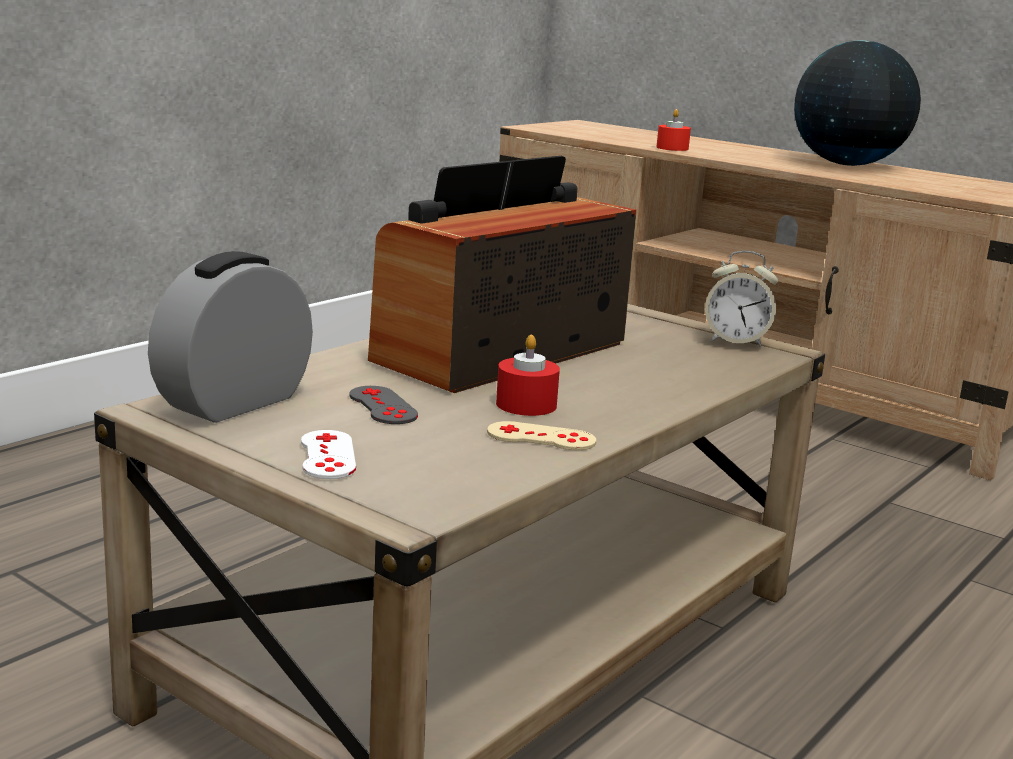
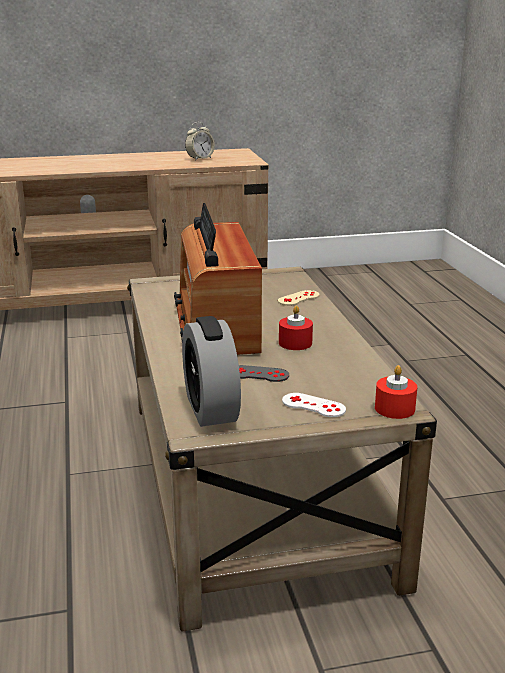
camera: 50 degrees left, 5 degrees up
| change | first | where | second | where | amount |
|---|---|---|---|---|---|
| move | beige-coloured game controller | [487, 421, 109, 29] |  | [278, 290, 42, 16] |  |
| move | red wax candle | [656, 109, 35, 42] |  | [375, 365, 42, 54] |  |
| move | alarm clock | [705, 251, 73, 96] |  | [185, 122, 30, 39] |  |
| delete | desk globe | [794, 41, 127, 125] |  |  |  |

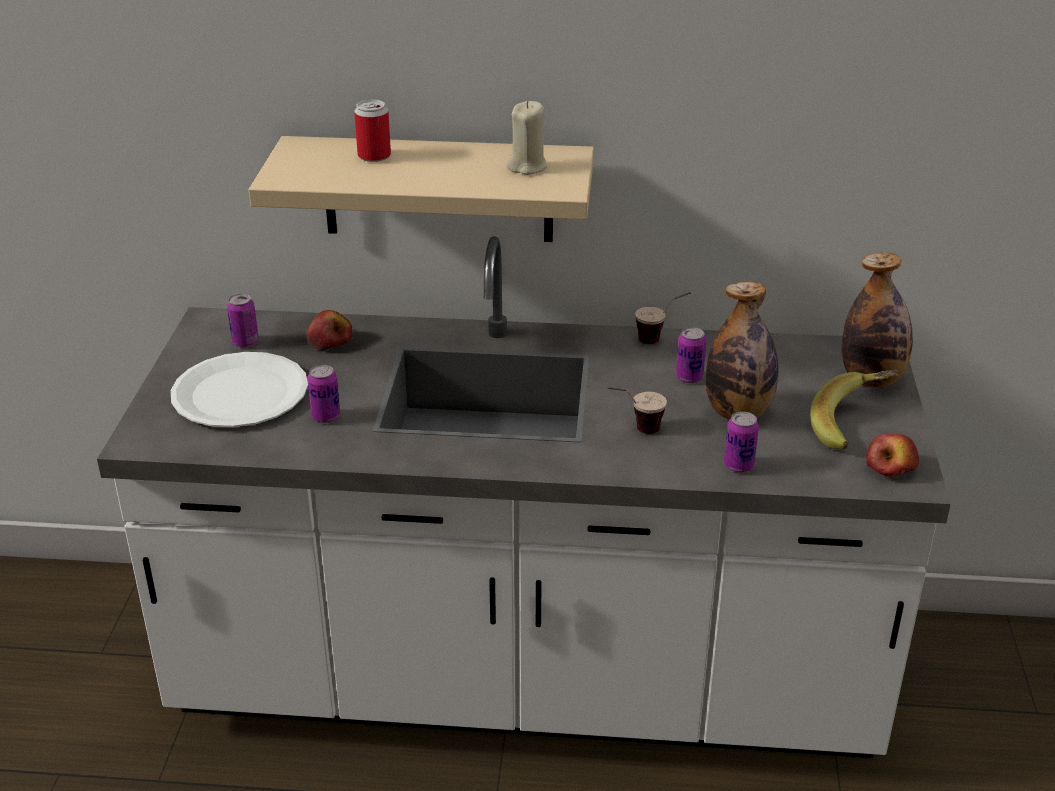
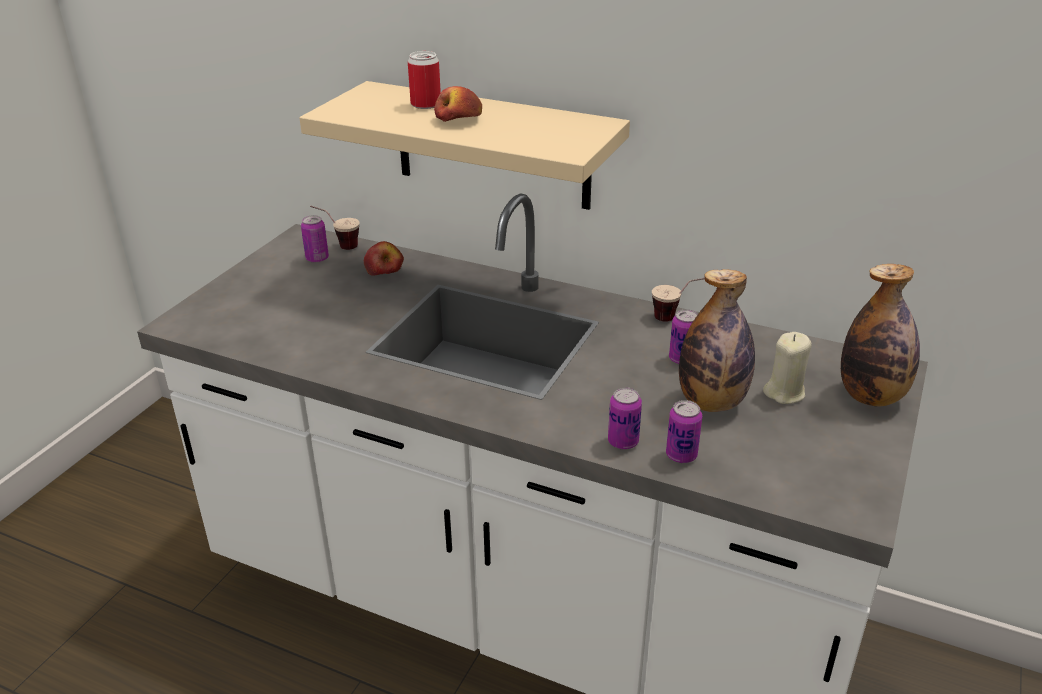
camera: 20 degrees right, 0 degrees up
| change | first | where | second | where | amount |
|---|---|---|---|---|---|
| delete | whitish dinner plate | [171, 352, 137, 75] |  |  |  |
| move | can | [307, 365, 33, 58] |  | [608, 387, 34, 63] |  |
| move | beige-coloured wax candle | [507, 101, 41, 74] |  | [763, 332, 49, 72] |  |
| move | small cup | [608, 387, 59, 47] |  | [310, 206, 49, 44] |  |
| delete | banana | [810, 370, 89, 79] |  |  |  |
| move | whole apple | [866, 434, 53, 44] |  | [434, 86, 48, 36] |  |

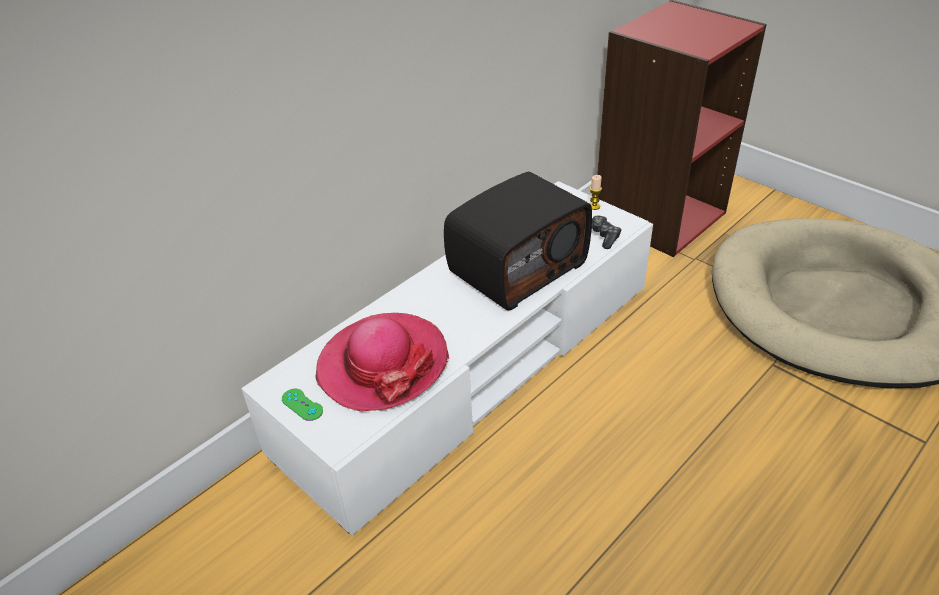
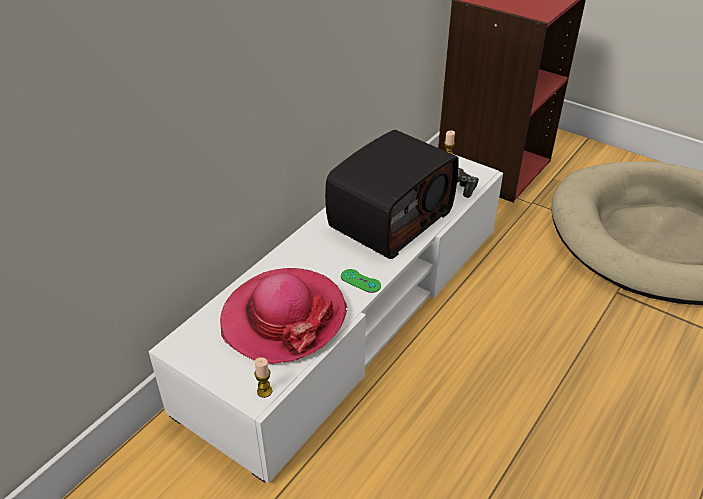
camera: 10 degrees left, 0 degrees up
| change | first | where | second | where | amount |
|---|---|---|---|---|---|
| move | greenish game controller | [282, 389, 41, 32] |  | [341, 269, 40, 24] |  |
| insert |  |  | wax candle | [254, 357, 18, 41] |  |

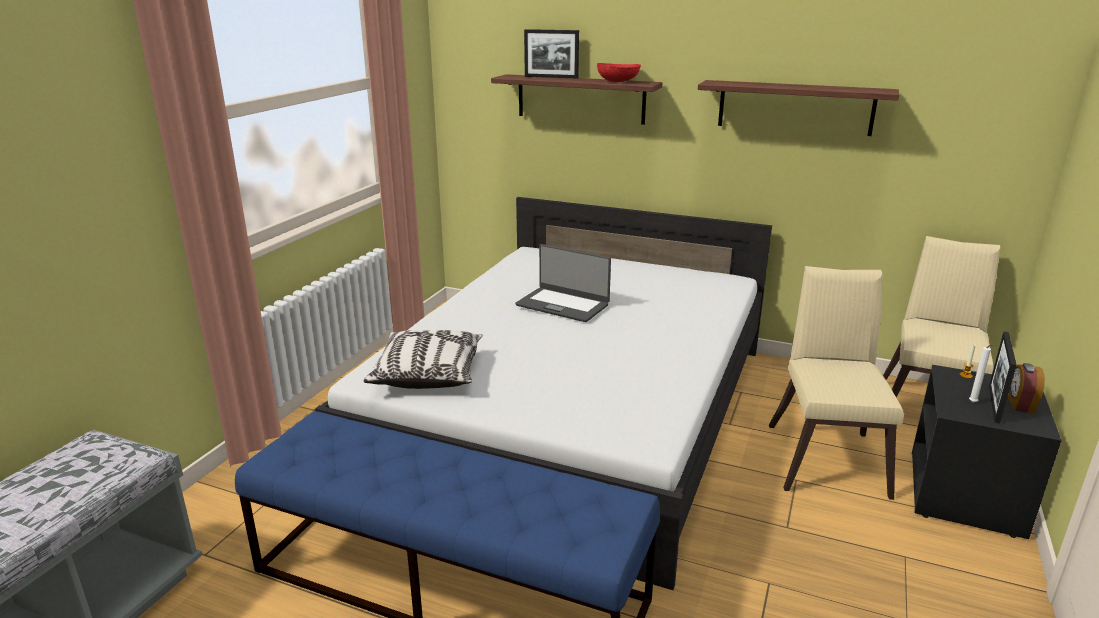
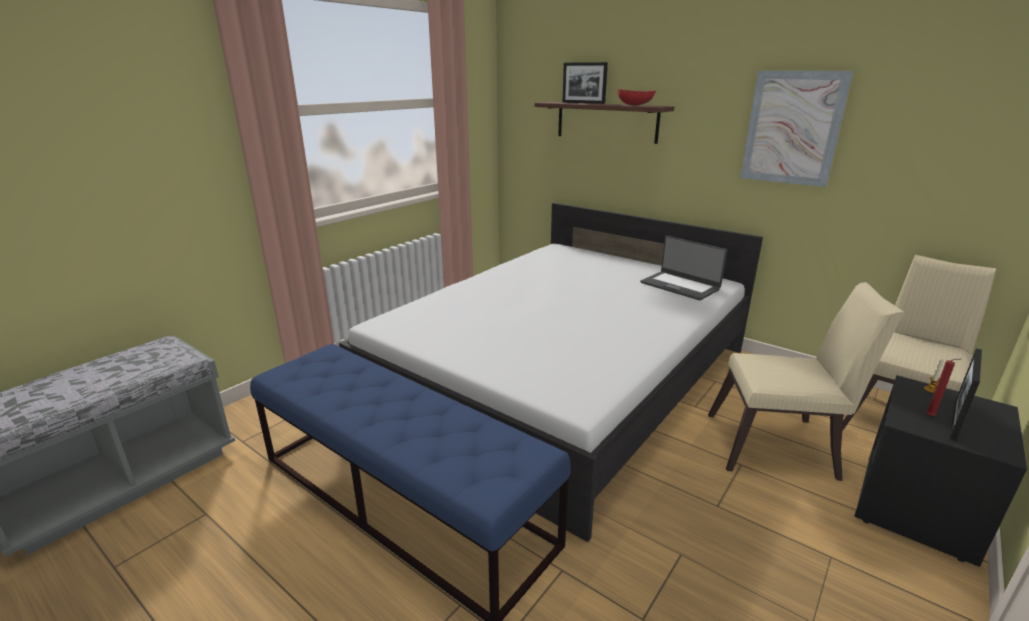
camera: 15 degrees right, 0 degrees up
| change | first | where | second | where | amount |
|---|---|---|---|---|---|
| delete | throw pillow | [364, 330, 119, 59] |  |  |  |
| move | notebook computer | [515, 244, 96, 78] |  | [641, 236, 86, 65] |  |
| replace | bracket shelf | [698, 80, 201, 56] | wall art | [740, 71, 113, 116] |  |
| rotate | beige-coloured chair | [769, 266, 135, 234] |  | [708, 282, 197, 199] | 75 degrees clockwise |
| recolor | whitish wax candle | [969, 344, 28, 58] | red wax candle | [926, 359, 34, 57] |  |
| delete | alarm clock | [1008, 363, 37, 51] |  |  |  |

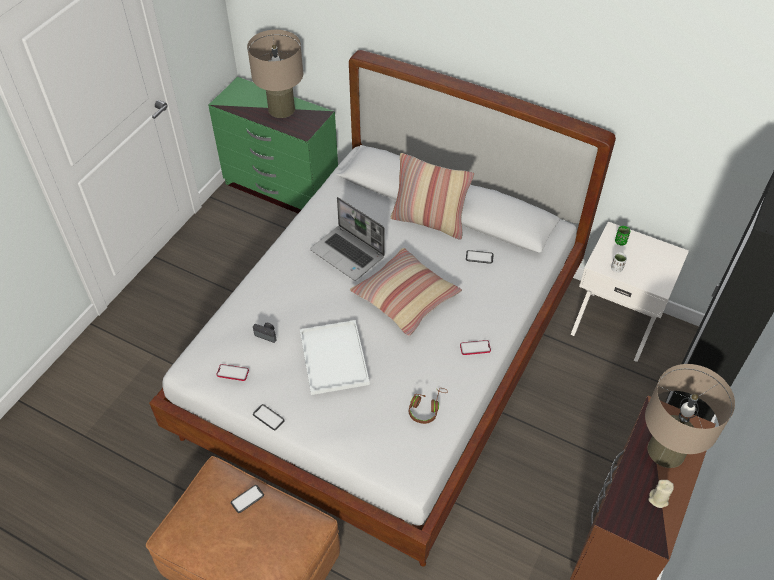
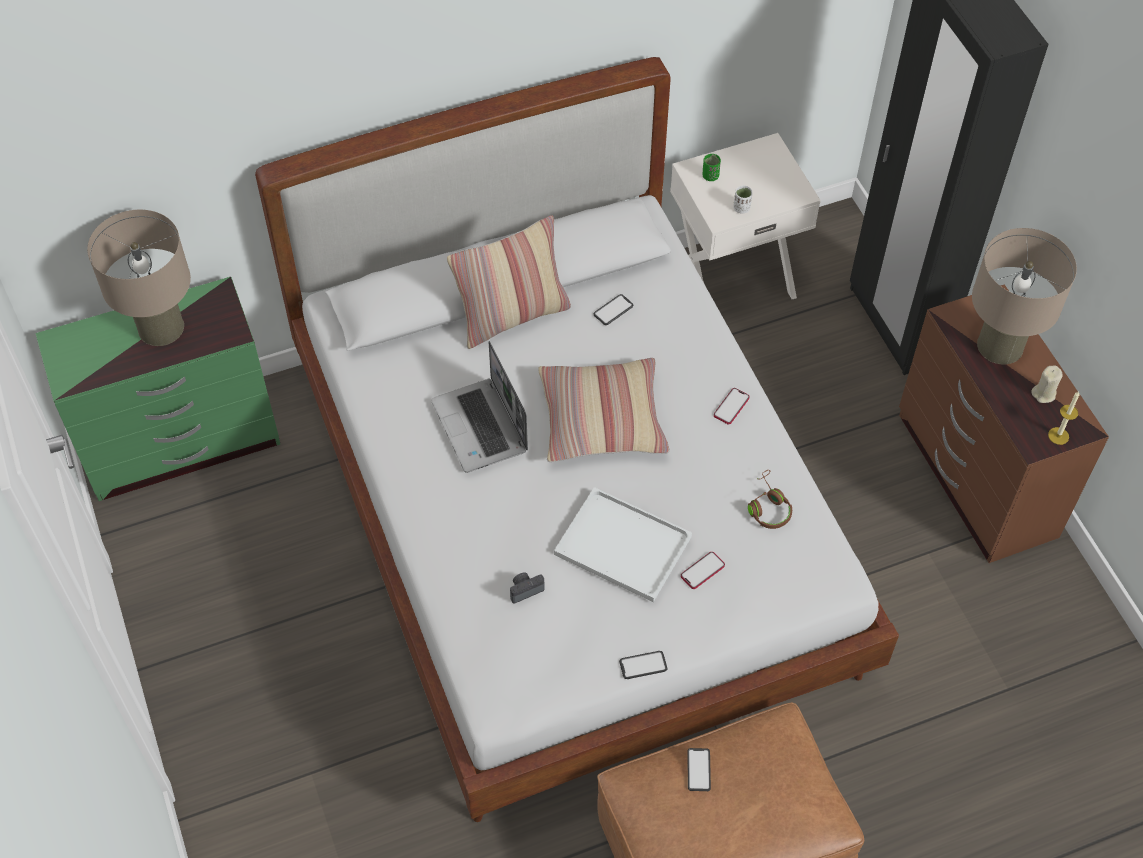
camera: 50 degrees left, 5 degrees up
| change | first | where | second | where | amount |
|---|---|---|---|---|---|
| move | phone | [216, 364, 33, 17] |  | [681, 552, 44, 37] |  |
| rotate | notebook computer | [310, 197, 75, 84] |  | [431, 341, 97, 132] | 75 degrees clockwise |
| insert |  |  | wax candle | [1048, 391, 31, 54] |  |

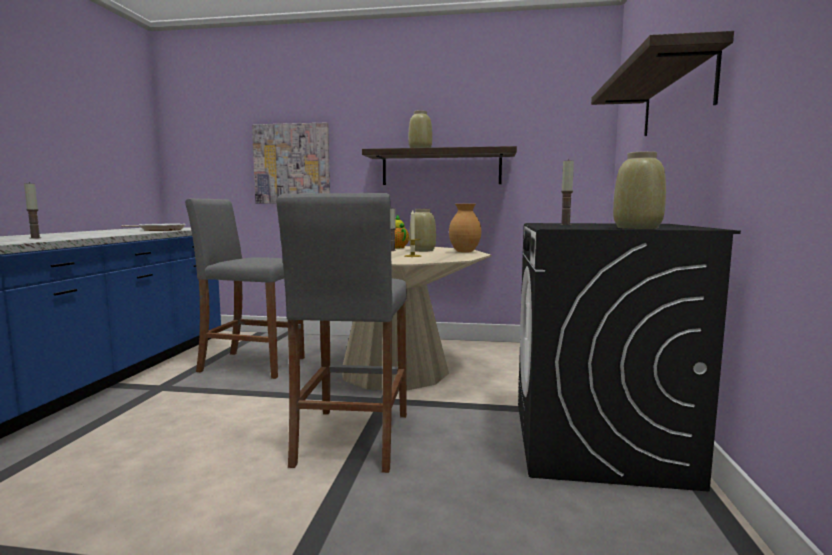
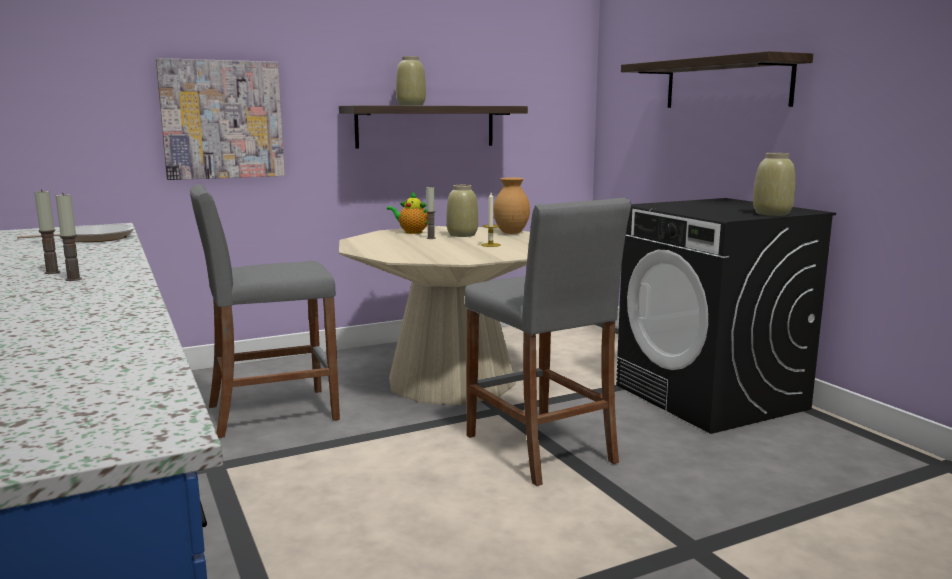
camera: 35 degrees left, 5 degrees up
| change | first | where | second | where | amount |
|---|---|---|---|---|---|
| move | wax candle | [560, 159, 14, 66] |  | [34, 189, 26, 85] |  |

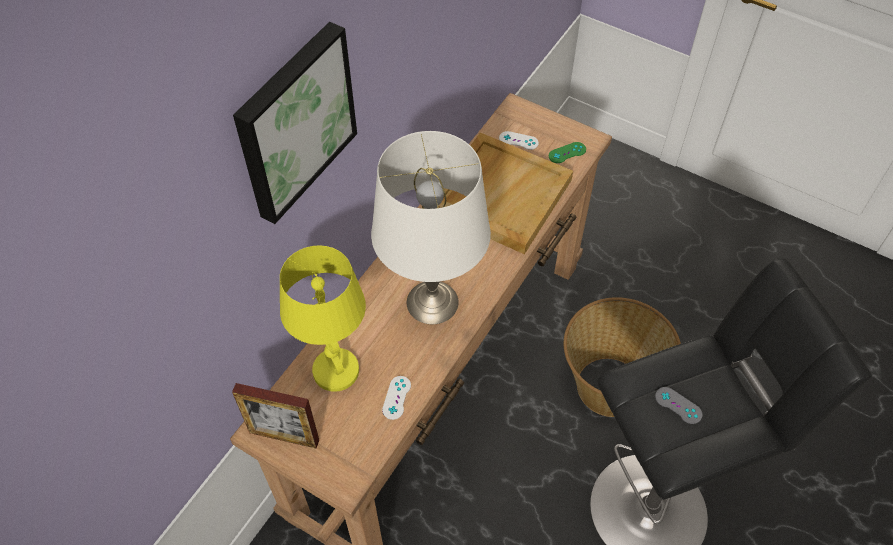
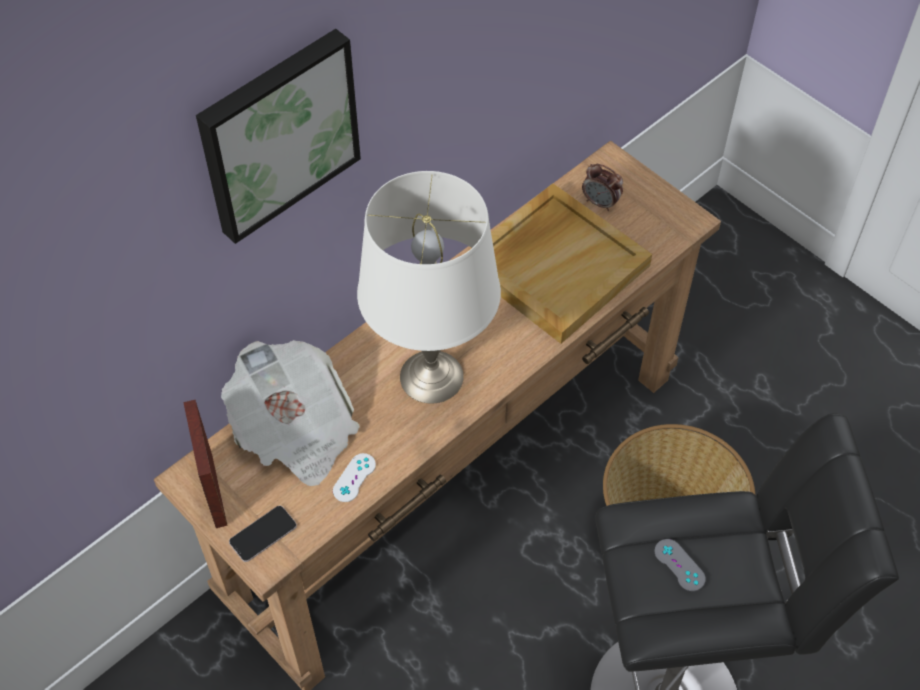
camera: 15 degrees right, 0 degrees up
| change | first | where | second | where | amount |
|---|---|---|---|---|---|
| rotate | standing frame | [232, 383, 87, 65] |  | [183, 400, 45, 128] | 45 degrees clockwise |
| replace | yellowish tabletop lamp | [280, 245, 86, 147] | daily paper | [221, 340, 139, 146] |  |
| replace | whitish game controller | [499, 131, 40, 19] | alarm clock | [582, 164, 41, 47] |  |
| delete | greenish game controller | [549, 142, 37, 21] |  |  |  |
| insert |  |  | phone | [229, 506, 68, 56] |  |

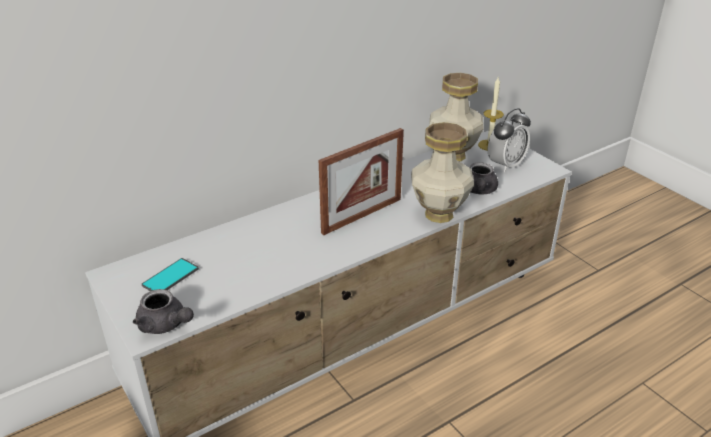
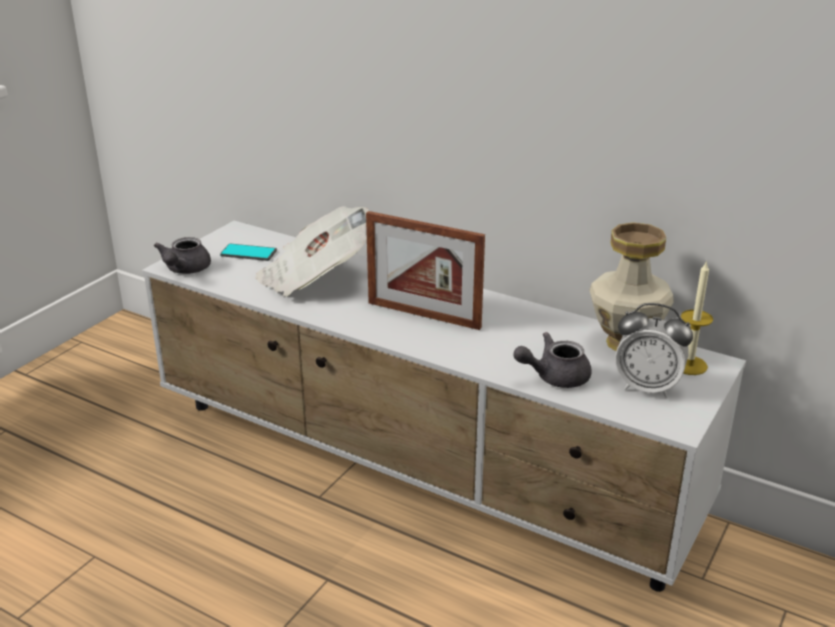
camera: 65 degrees right, 5 degrees down
| change | first | where | second | where | amount |
|---|---|---|---|---|---|
| delete | vase | [411, 122, 63, 101] |  |  |  |
| insert |  |  | daily paper | [255, 206, 114, 91] |  |

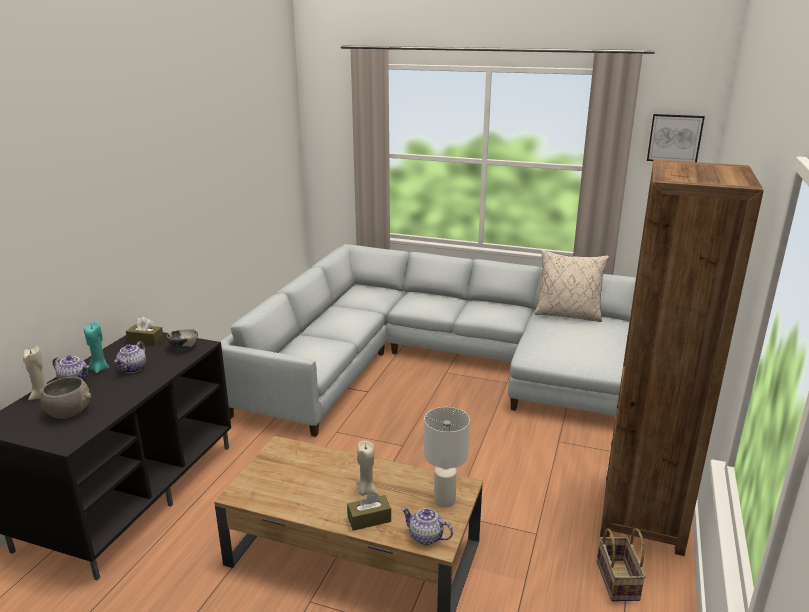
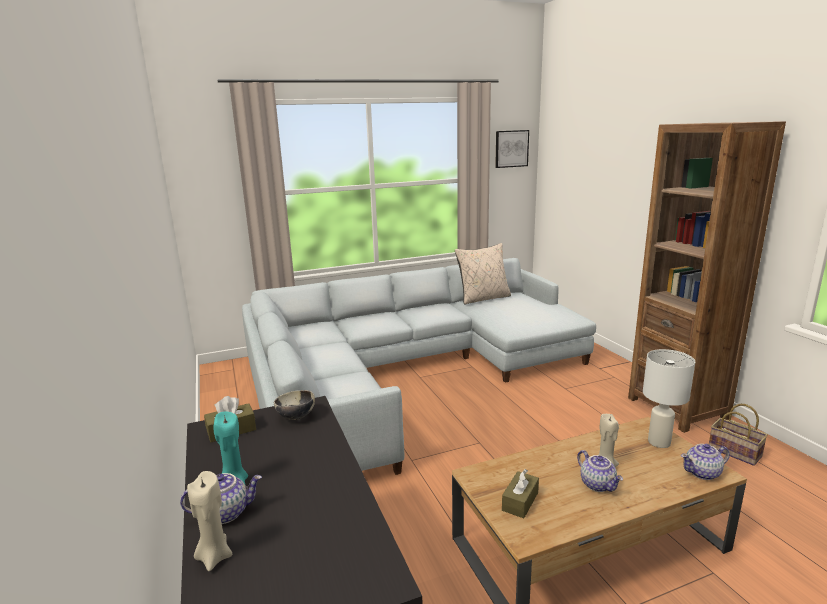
camera: 40 degrees left, 5 degrees down
| change | first | where | second | where | amount |
|---|---|---|---|---|---|
| delete | greyish serving bowl | [40, 377, 51, 42] |  |  |  |
| move | teapot | [114, 341, 32, 32] |  | [577, 450, 46, 42] |  |
| move | brownish tissue box | [347, 493, 44, 38] |  | [502, 469, 37, 49] |  |

